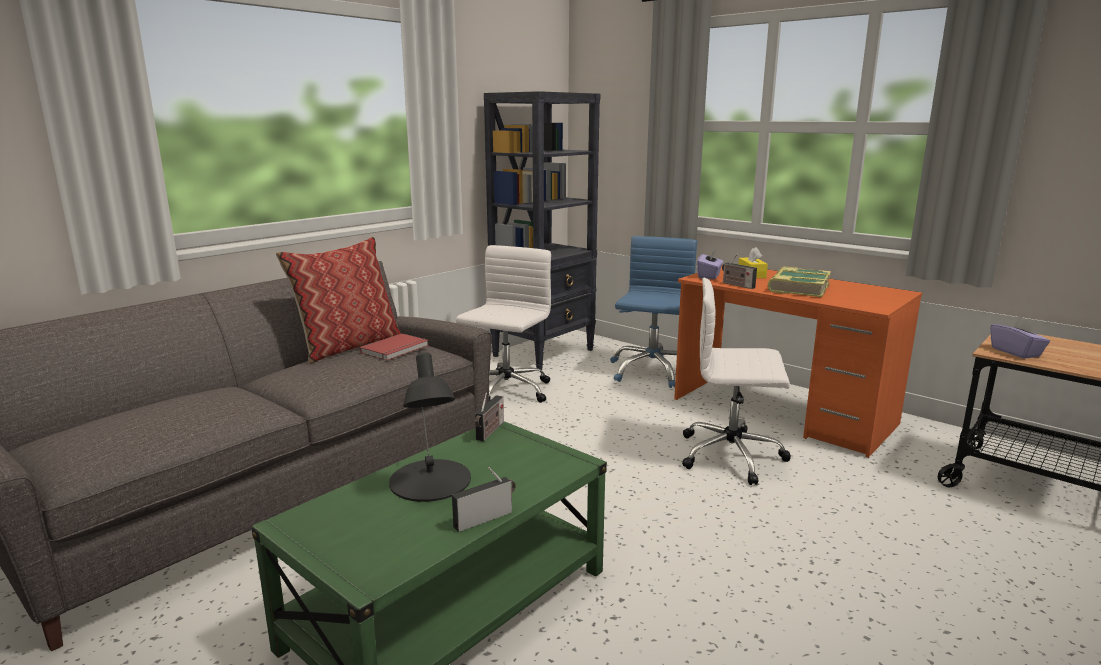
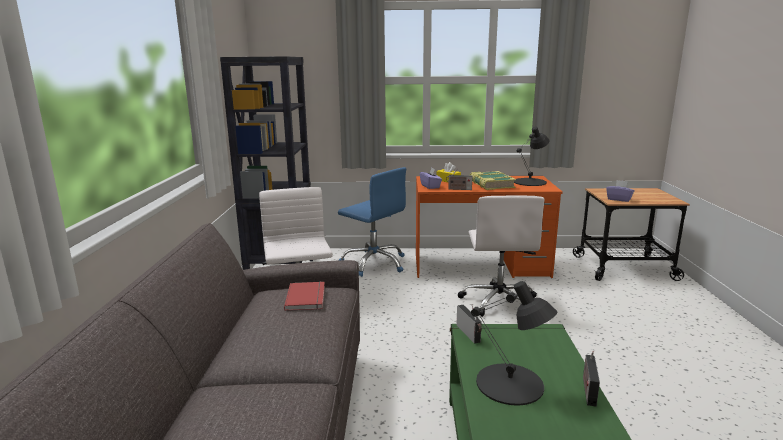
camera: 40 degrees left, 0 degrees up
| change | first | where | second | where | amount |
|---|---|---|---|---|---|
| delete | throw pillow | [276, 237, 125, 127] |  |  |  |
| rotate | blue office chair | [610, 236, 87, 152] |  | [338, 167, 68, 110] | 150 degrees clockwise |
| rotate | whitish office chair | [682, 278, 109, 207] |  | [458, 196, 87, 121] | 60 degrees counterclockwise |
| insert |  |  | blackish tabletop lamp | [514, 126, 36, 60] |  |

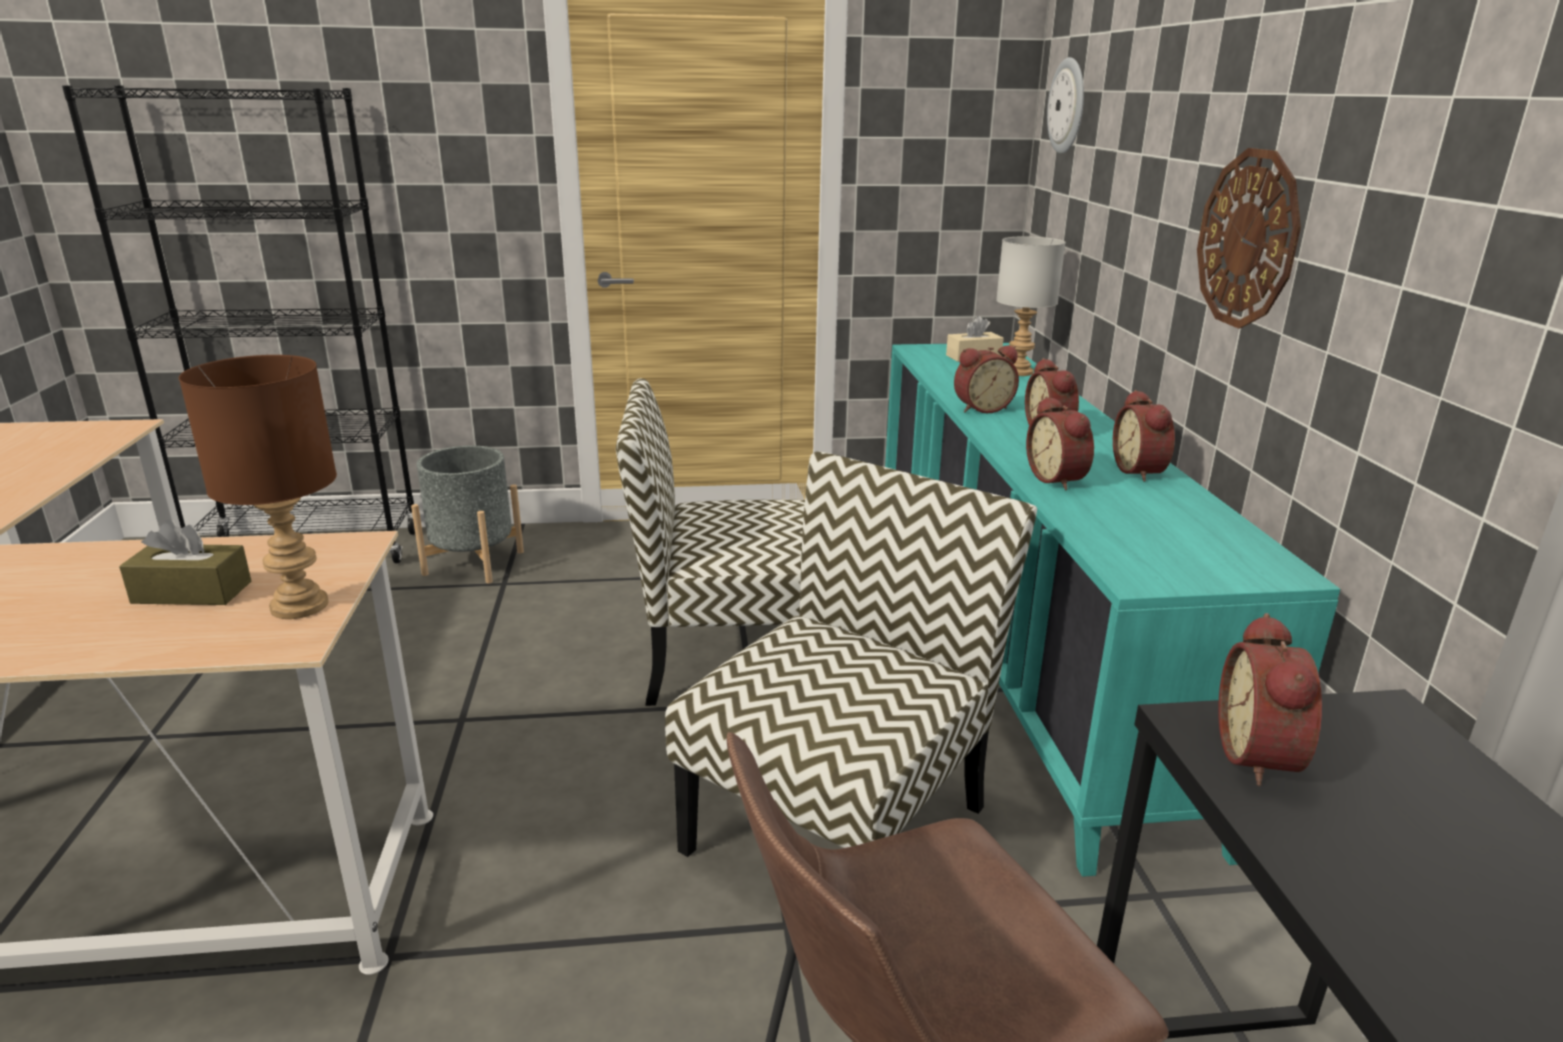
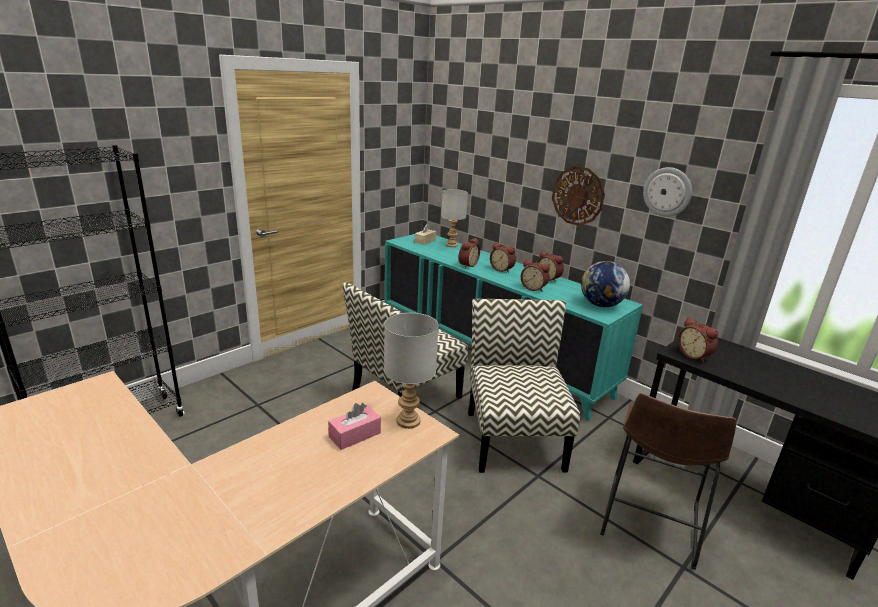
camera: 40 degrees left, 0 degrees up
| change | first | where | second | where | amount |
|---|---|---|---|---|---|
| recolor | brownish tissue box | [119, 519, 132, 86] | pink tissue box | [328, 403, 53, 47] |  |
| recolor | brownish tabletop lamp | [179, 355, 158, 264] | greyish tabletop lamp | [384, 313, 55, 116] |  |
| delete | greyish plant pot | [411, 446, 113, 137] |  |  |  |
| move | clock on the wall | [1047, 57, 37, 97] |  | [643, 167, 49, 50] |  |
| insert |  |  | desk globe | [581, 261, 49, 46] |  |

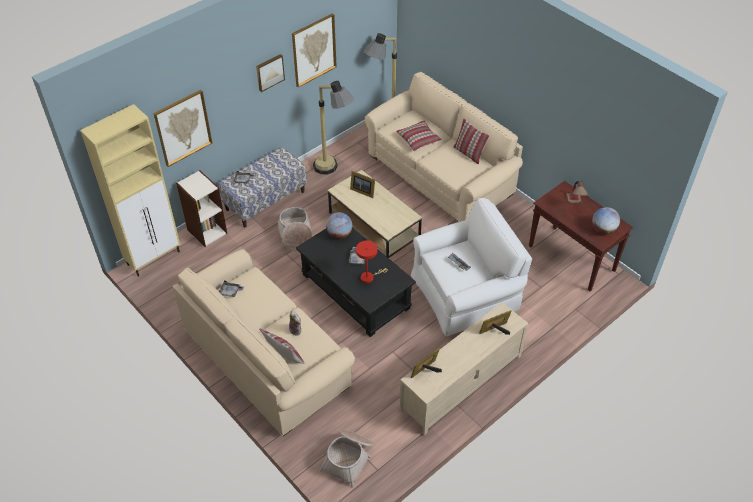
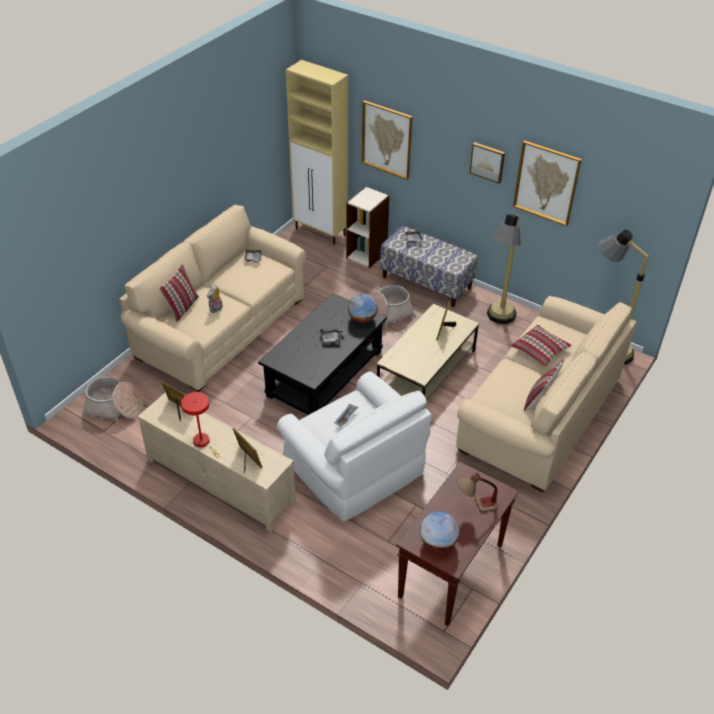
camera: 75 degrees right, 5 degrees down
| change | first | where | second | where | amount |
|---|---|---|---|---|---|
| move | red tabletop lamp | [356, 240, 32, 43] |  | [181, 392, 39, 66] |  |

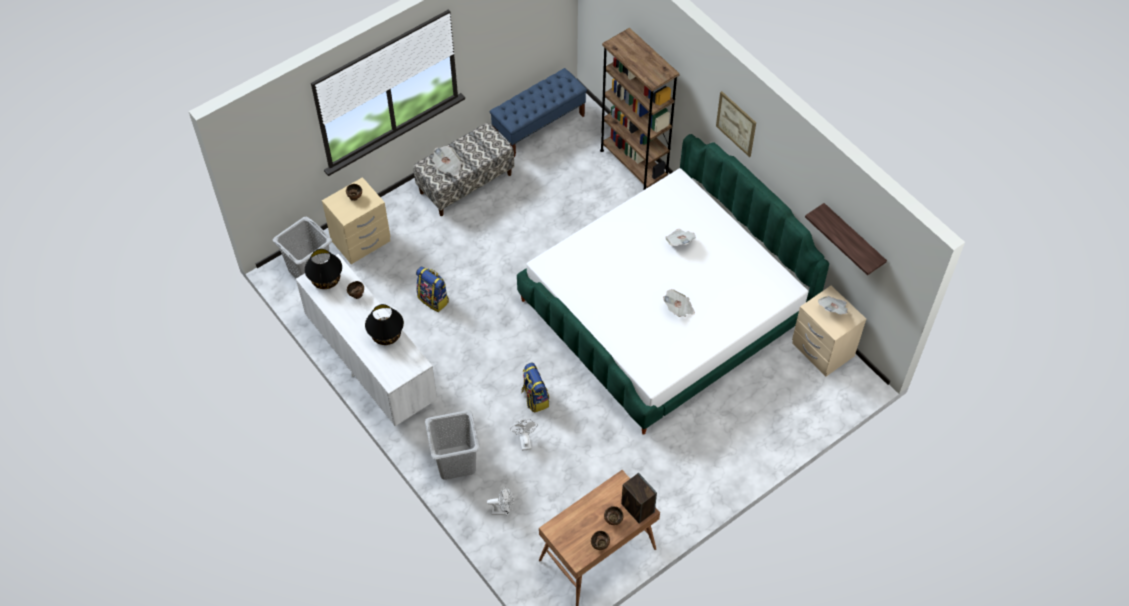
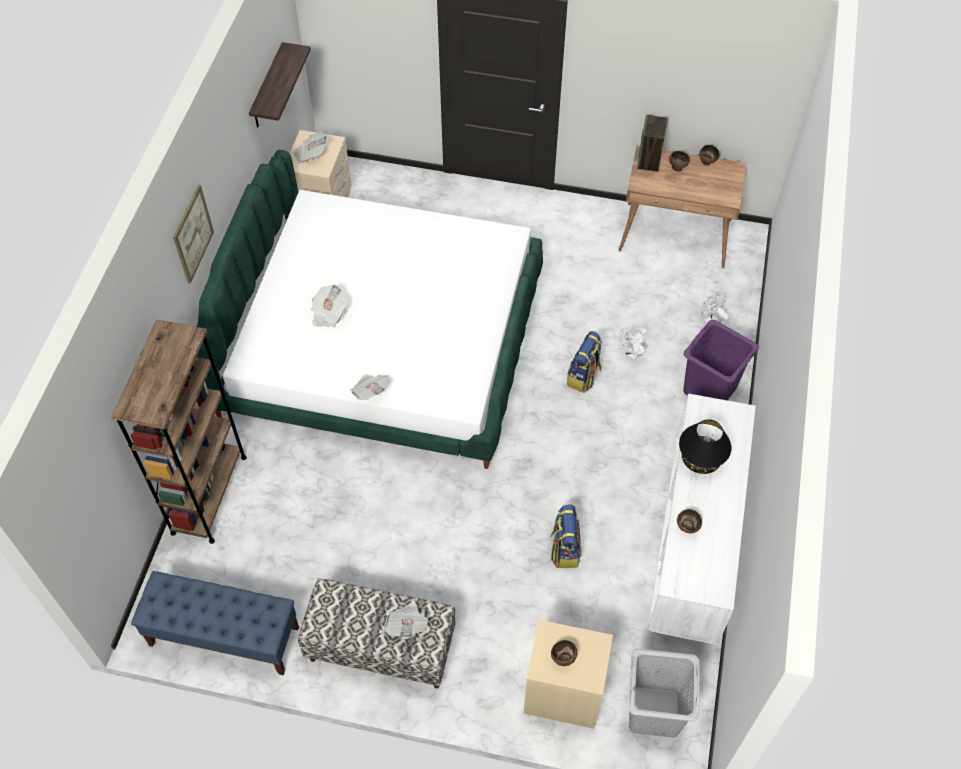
camera: 130 degrees left, 0 degrees up
| change | first | where | second | where | amount |
|---|---|---|---|---|---|
| delete | blackish tabletop lamp | [305, 249, 37, 40] |  |  |  |
| recolor | greyish washing basket | [425, 410, 55, 70] | purplish washing basket | [683, 320, 76, 80] |  |
| move | daily paper | [663, 289, 32, 28] |  | [350, 374, 41, 26] |  |

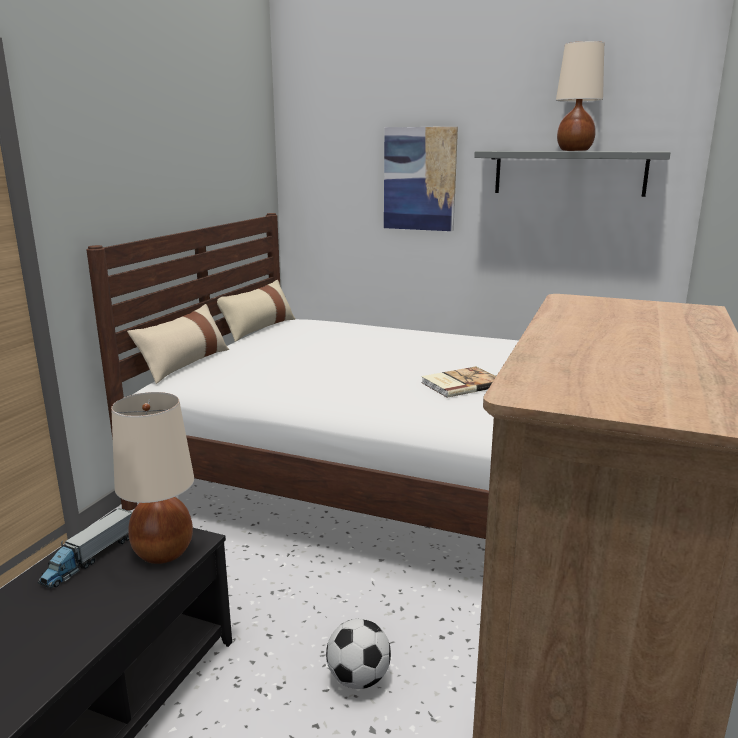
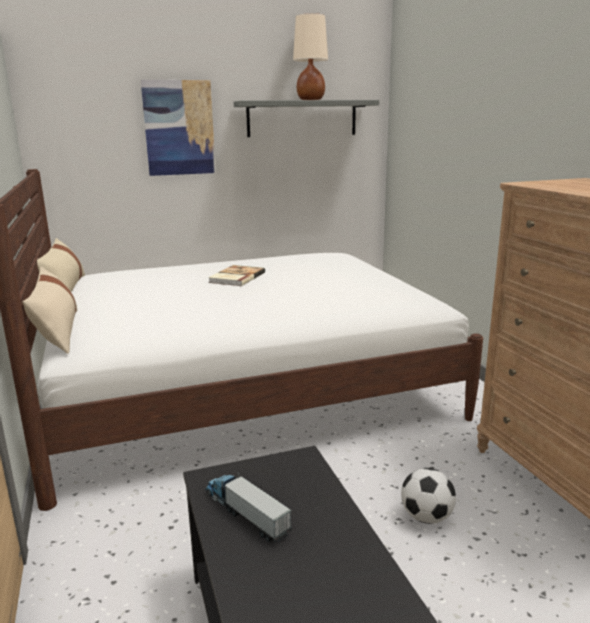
camera: 40 degrees left, 0 degrees up
| change | first | where | second | where | amount |
|---|---|---|---|---|---|
| rotate | toy lorry | [38, 508, 95, 81] |  | [205, 472, 86, 70] | 150 degrees clockwise |
| delete | beige-coloured tabletop lamp | [111, 392, 83, 172] |  |  |  |
| move | bound book | [421, 366, 75, 32] |  | [208, 265, 57, 21] |  |

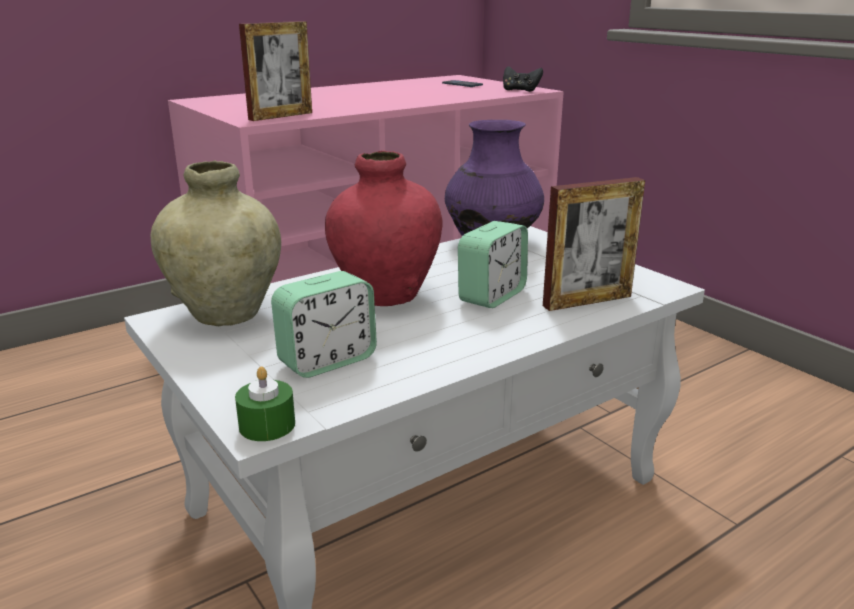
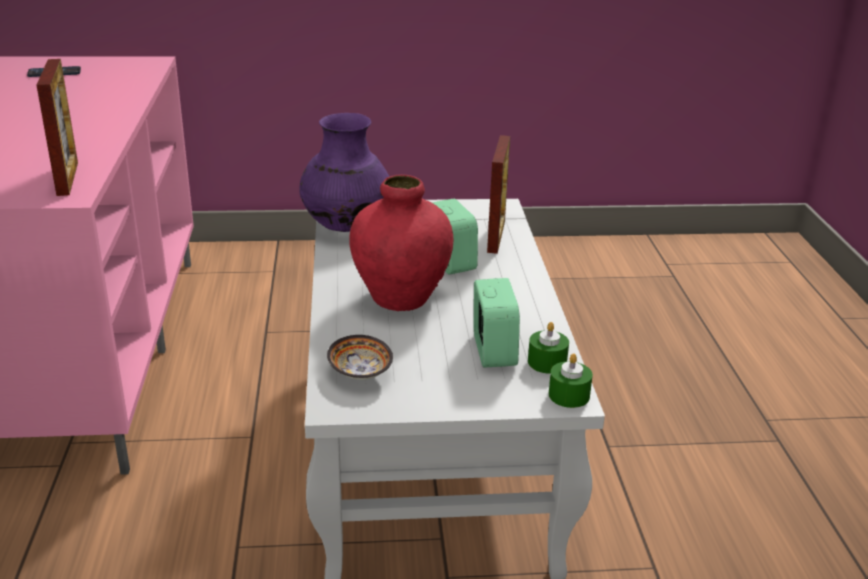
camera: 60 degrees left, 5 degrees up
| change | first | where | second | where | amount |
|---|---|---|---|---|---|
| replace | beige-coloured vase | [151, 160, 130, 166] | serving bowl | [327, 335, 66, 45] |  |
| delete | blackish game controller | [503, 66, 40, 26] |  |  |  |
| insert |  |  | greenish wax candle | [528, 322, 41, 52] |  |

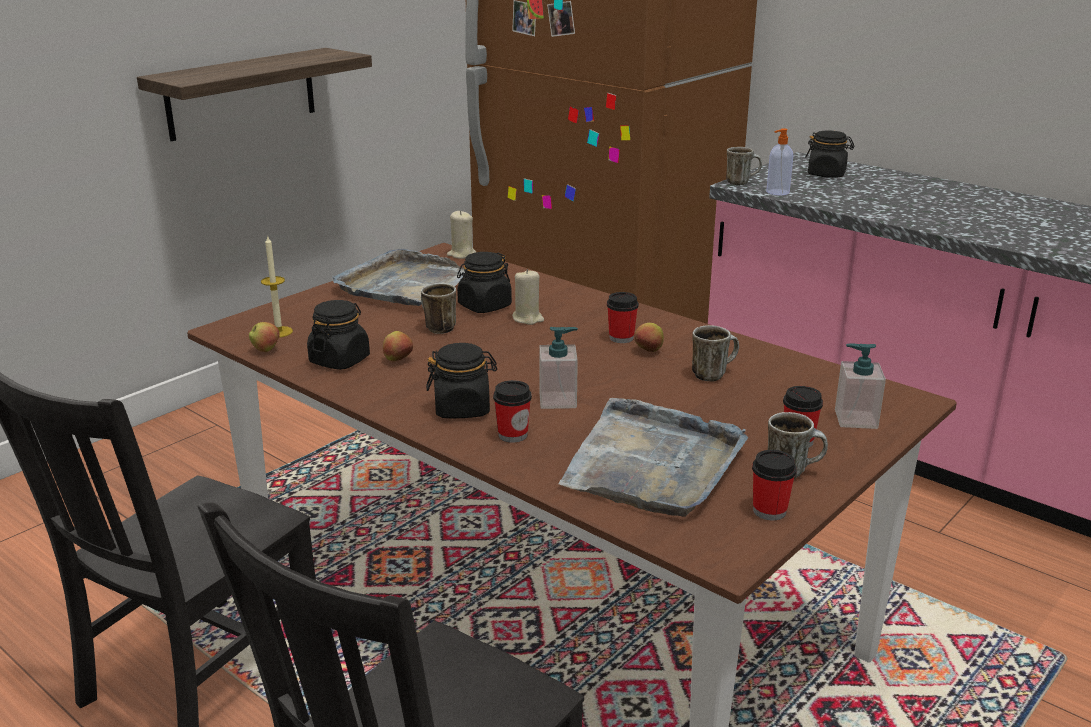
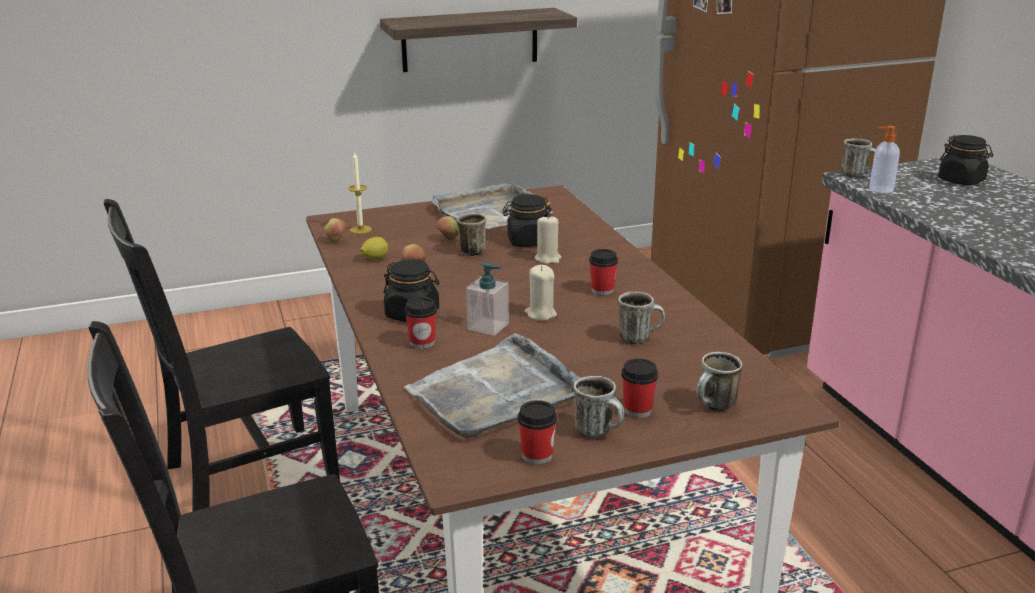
camera: 30 degrees right, 0 degrees up
| change | first | where | second | where | amount |
|---|---|---|---|---|---|
| replace | blackish jar | [307, 300, 63, 70] | lemon | [360, 237, 28, 23] |  |
| move | beige-coloured wax candle | [447, 211, 29, 48] |  | [525, 265, 32, 55] |  |
| move | whole apple | [634, 323, 30, 29] |  | [436, 216, 23, 24] |  |
| replace | soap bottle | [835, 343, 51, 86] | tea mug | [696, 352, 46, 59] |  |

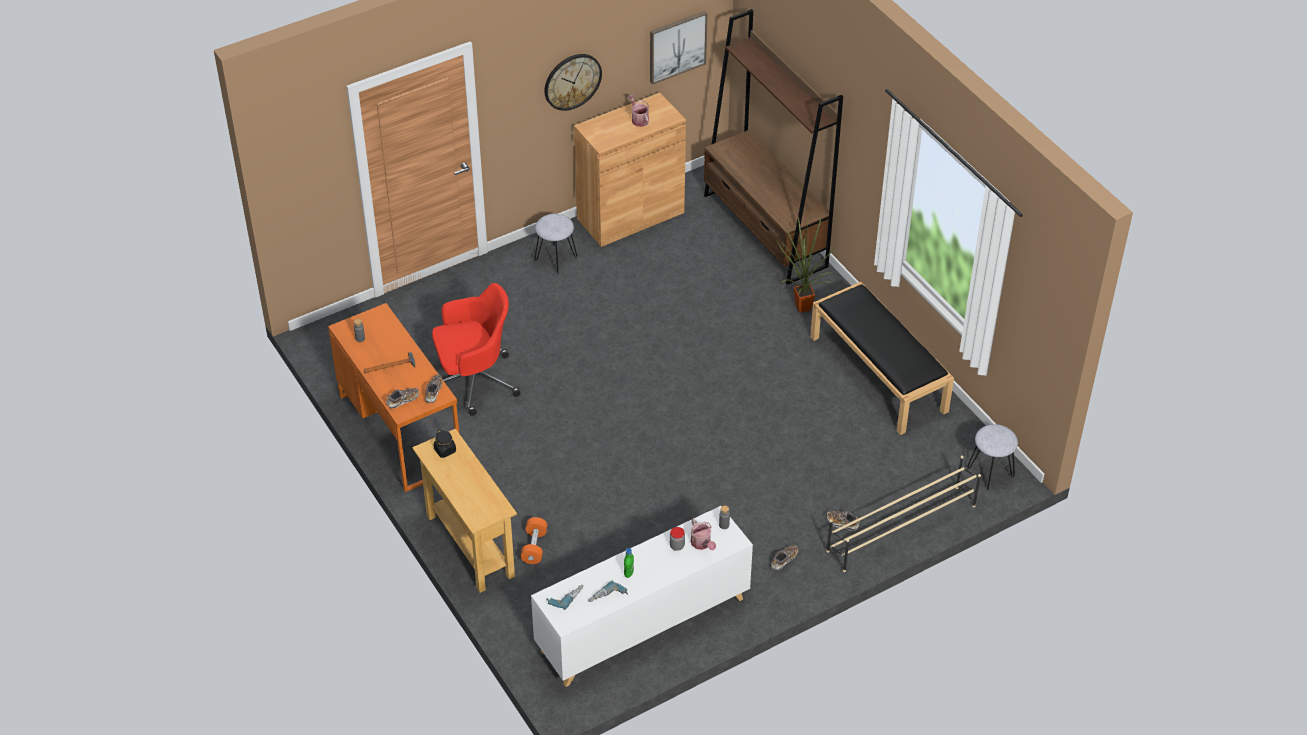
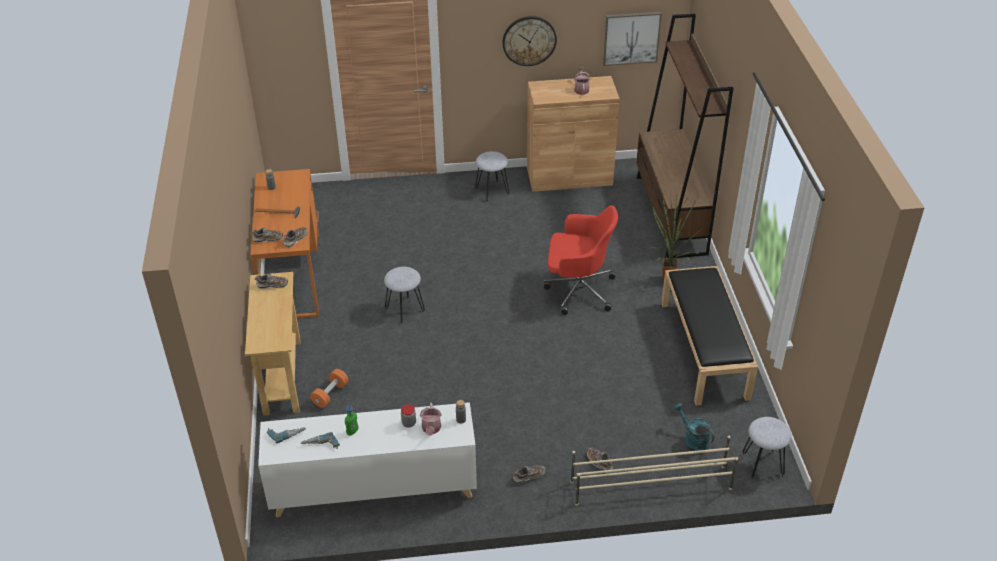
camera: 25 degrees right, 5 degrees down
| change | first | where | second | where | amount |
|---|---|---|---|---|---|
| move | red office chair | [432, 283, 89, 133] |  | [544, 205, 74, 110] |  |
| replace | blackish jar | [434, 430, 22, 28] | low shoe | [255, 273, 33, 16] |  |
| insert |  |  | greyish sitting stool | [384, 267, 41, 57] |  |
| insert |  |  | blue-green watering pot | [674, 403, 41, 48] |  |

